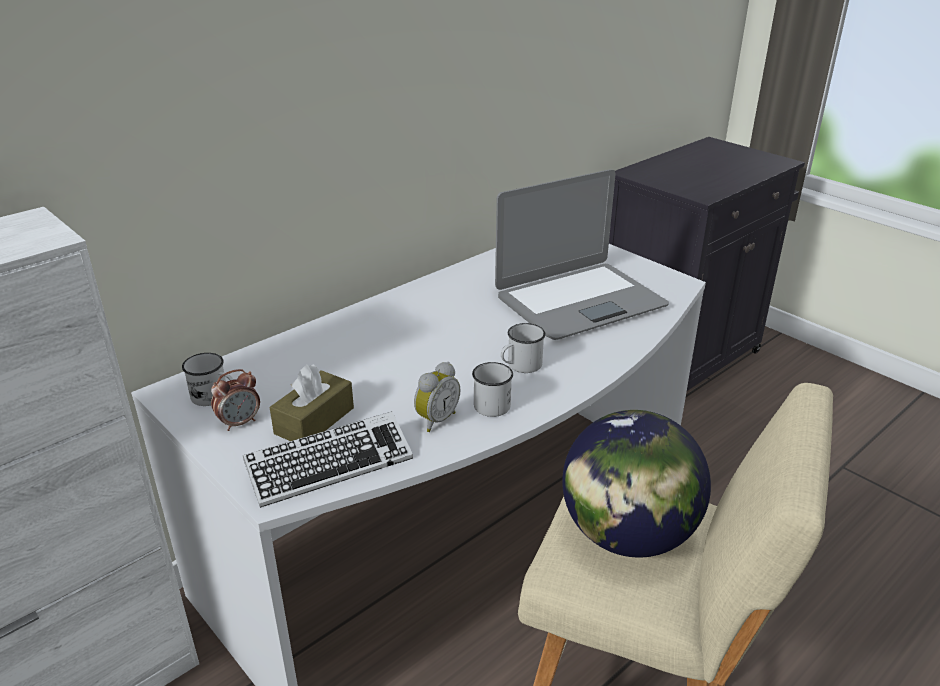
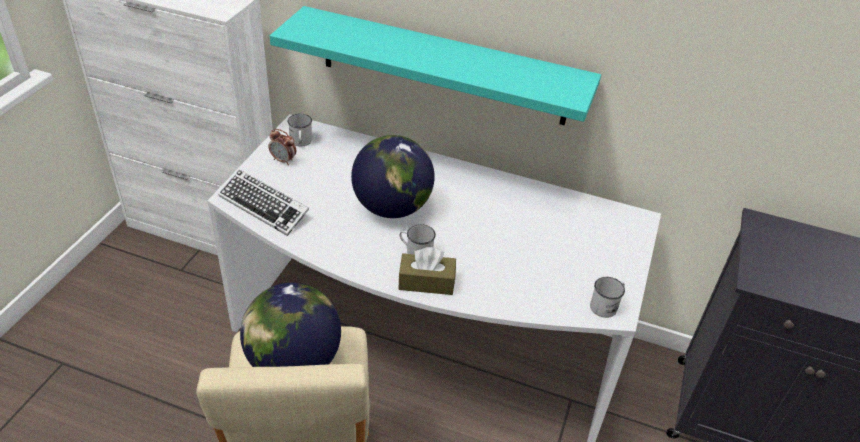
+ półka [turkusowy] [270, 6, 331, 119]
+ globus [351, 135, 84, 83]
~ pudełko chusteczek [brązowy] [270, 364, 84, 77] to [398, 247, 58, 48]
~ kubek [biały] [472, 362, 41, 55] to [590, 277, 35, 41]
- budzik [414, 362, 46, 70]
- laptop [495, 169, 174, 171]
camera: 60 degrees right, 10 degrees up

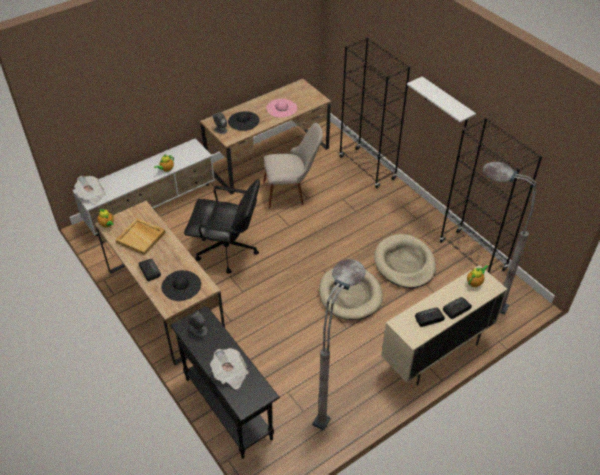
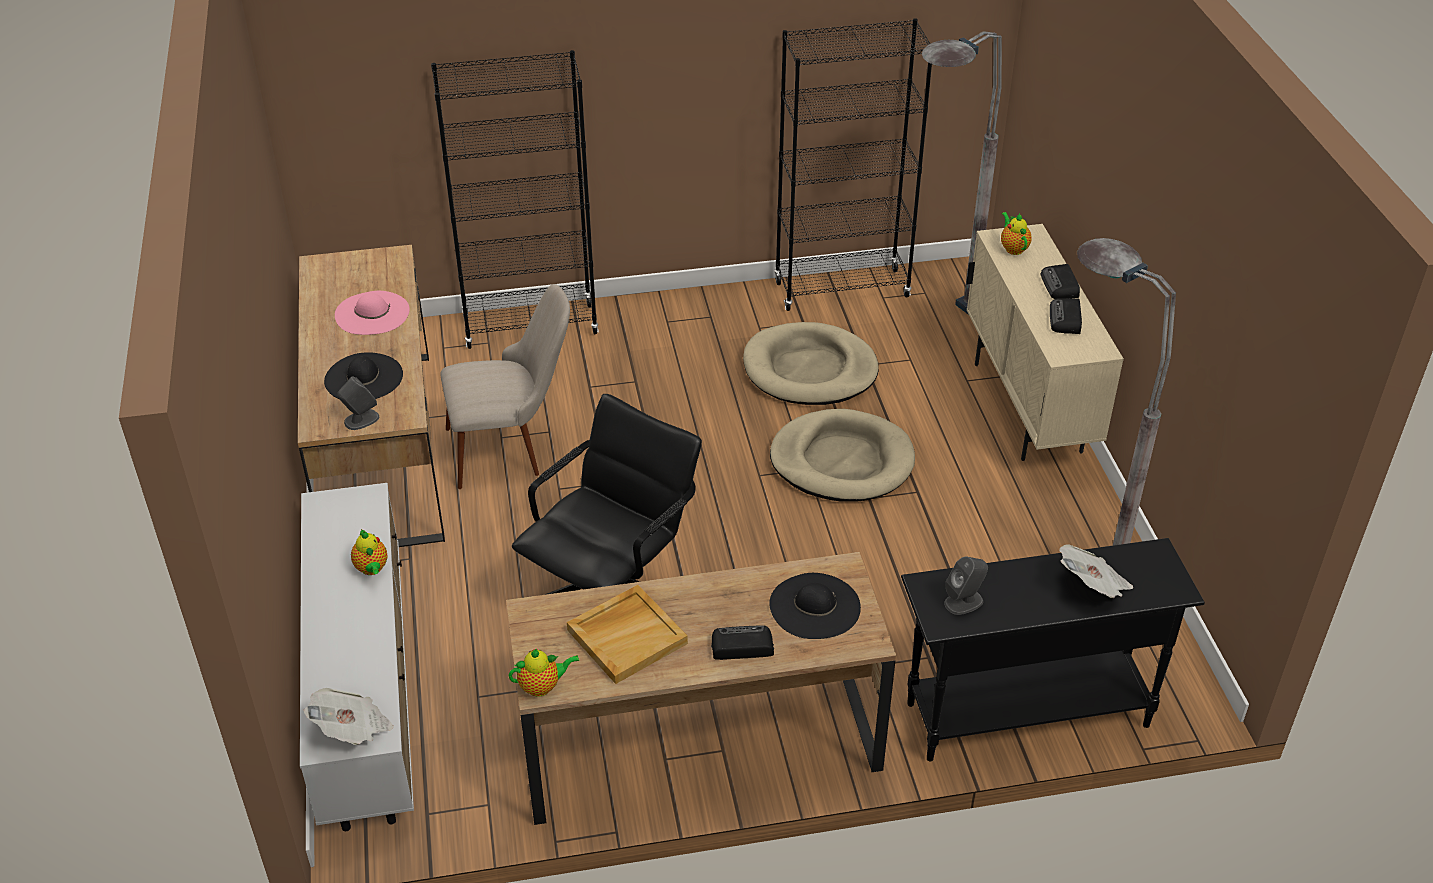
~ krzesło [beżowy] [263, 123, 60, 86] = [441, 284, 129, 205] 60 degrees clockwise
- półka [biały] [407, 76, 69, 52]
camera: 65 degrees left, 5 degrees down

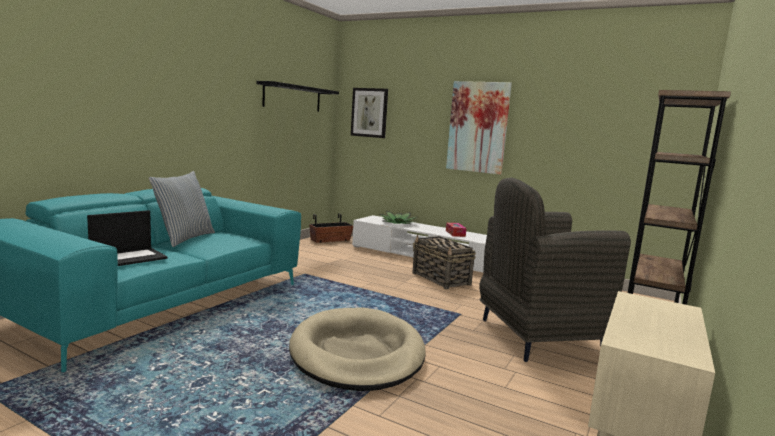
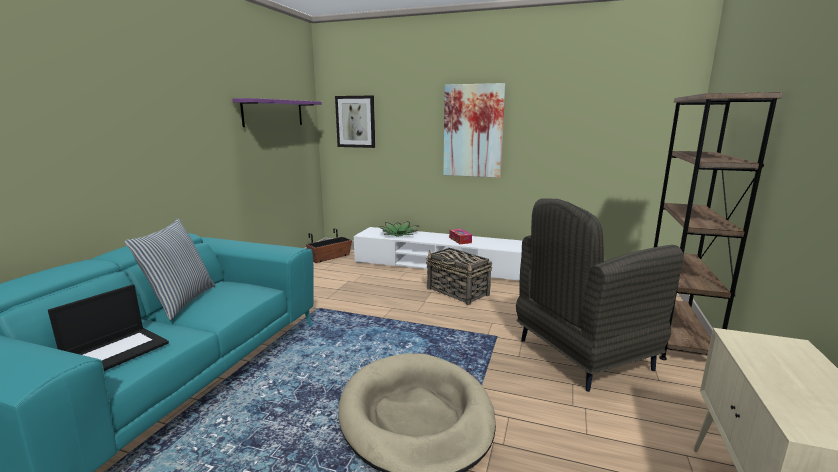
~ półka [czarny] [256, 81, 83, 31] to półka [fioletowy] [232, 98, 90, 29]
camera: 10 degrees left, 5 degrees up

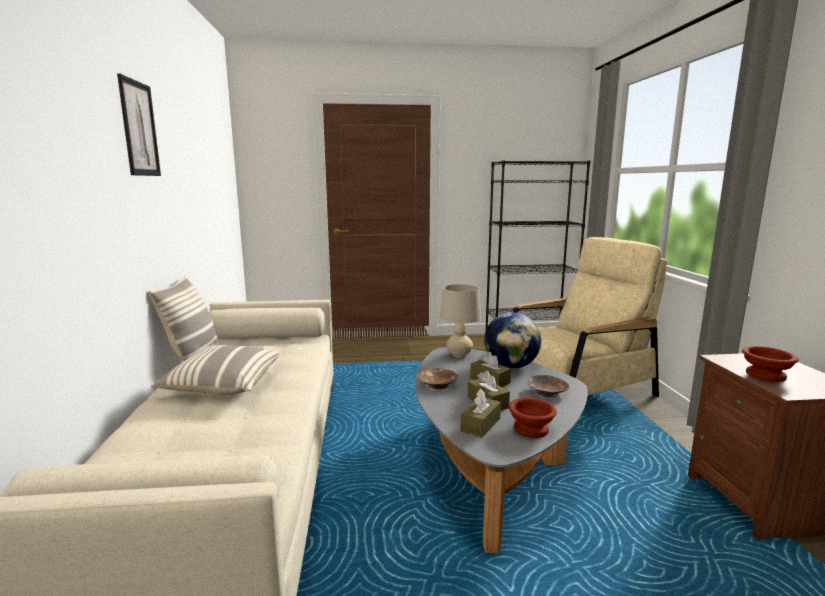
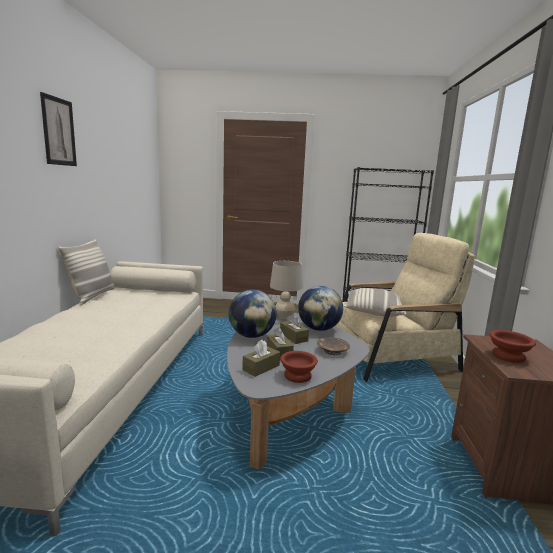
~ miska [brązowy] [419, 368, 39, 21] to globus [228, 290, 49, 48]
~ poduszka [150, 345, 130, 50] to [344, 288, 62, 29]
camera: 10 degrees right, 0 degrees up

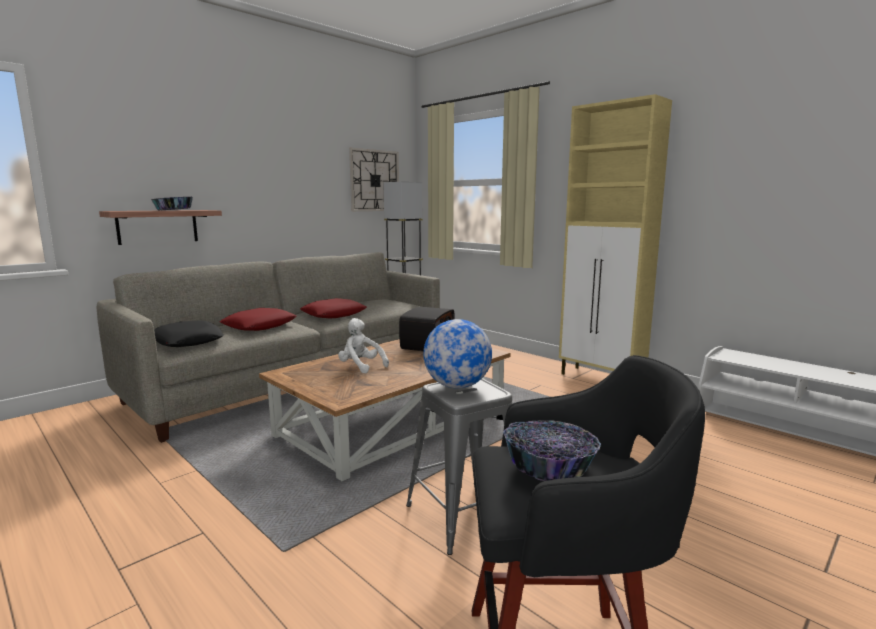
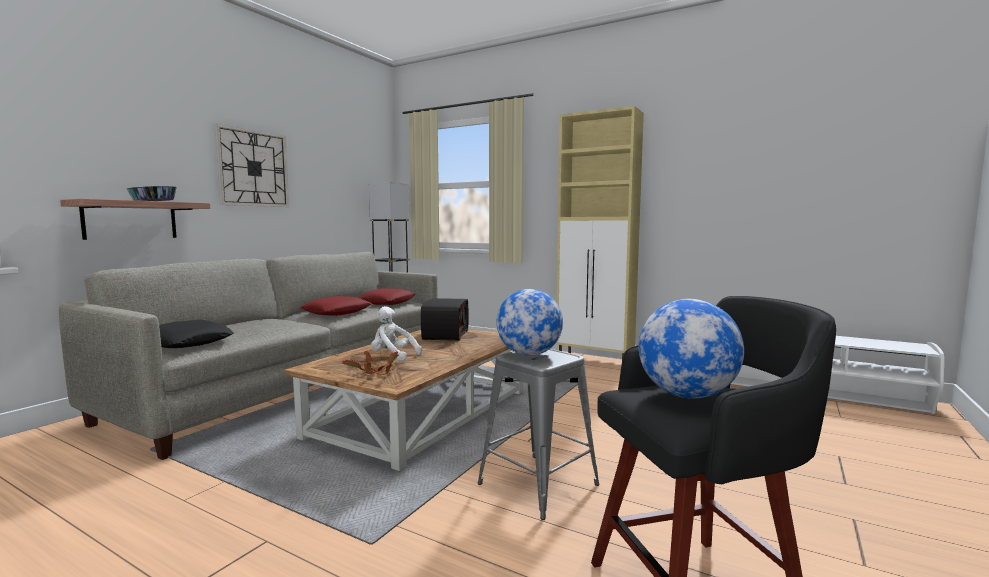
~ zegar ścienny [349, 148, 50, 63] to [215, 124, 74, 83]
+ roślina doniczkowa [342, 351, 57, 24]
~ poduszka [czerwony] [219, 308, 78, 23] to [358, 288, 57, 17]
~ miska [503, 420, 98, 61] to globus [639, 299, 105, 100]
camera: 15 degrees left, 5 degrees down

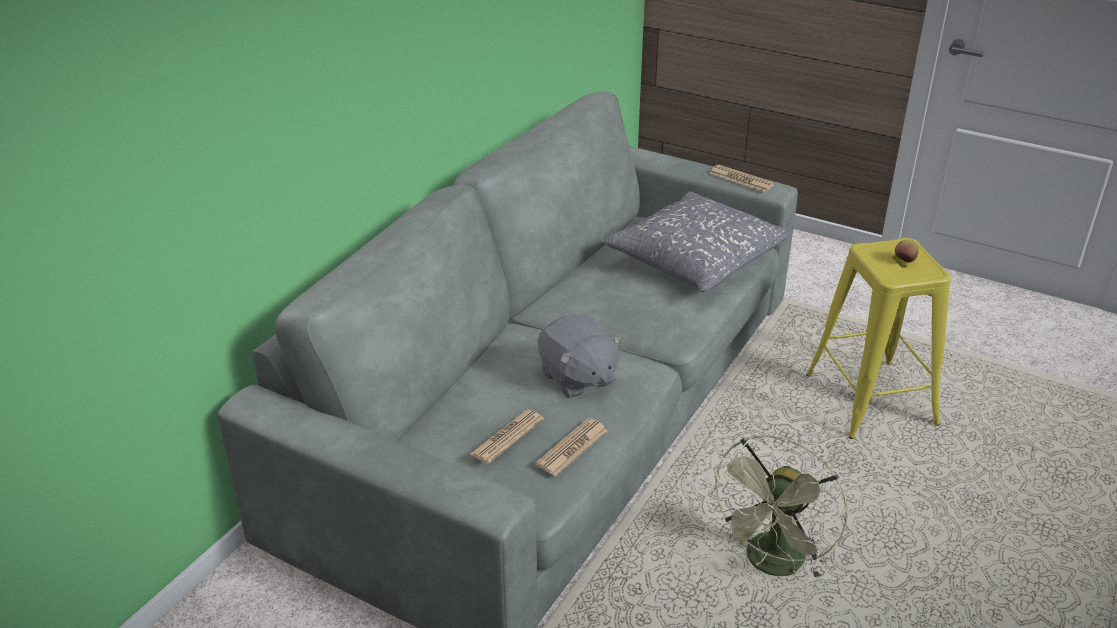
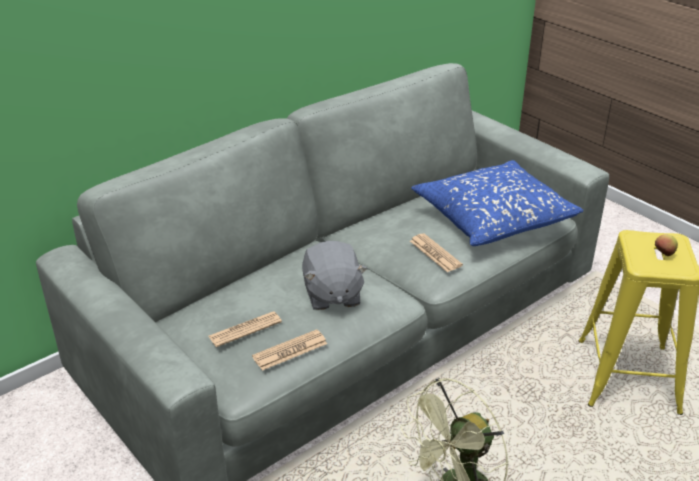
~ gazeta [710, 165, 65, 27] to [410, 233, 53, 39]
~ poduszka [szary] [601, 191, 191, 101] to poduszka [niebieski] [411, 160, 172, 86]
camera: 20 degrees right, 0 degrees up

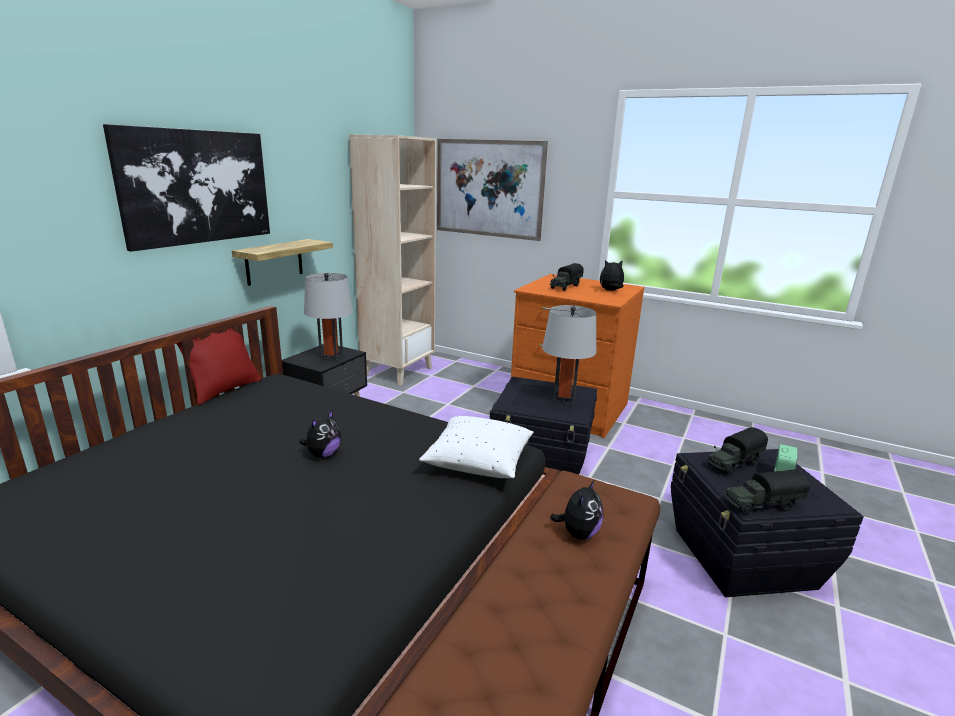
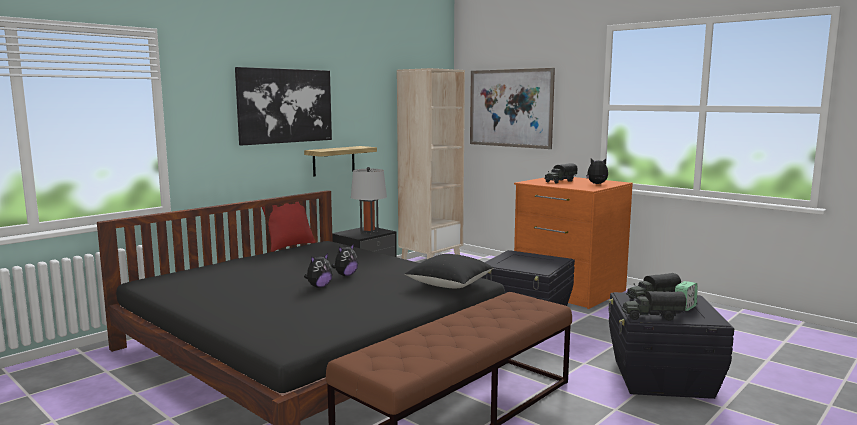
~ pluszak [550, 479, 53, 61] to [304, 253, 29, 35]
~ poduszka [biały] [419, 416, 115, 62] to poduszka [czarny] [405, 254, 89, 34]
- lampa stołowa [szary] [542, 305, 54, 99]
camera: 15 degrees right, 10 degrees down

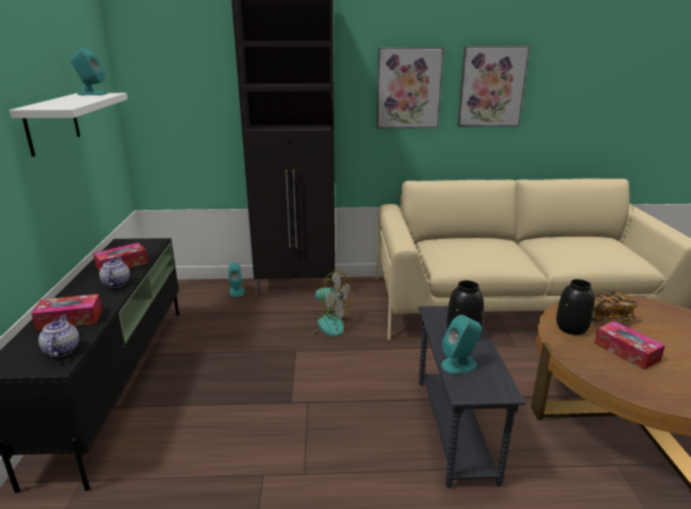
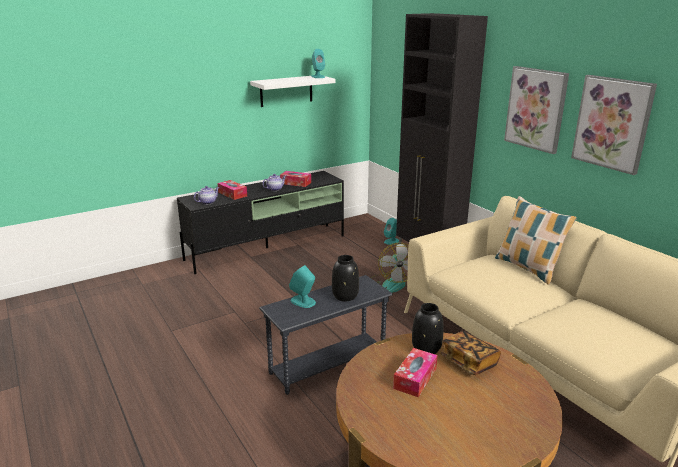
+ poduszka [495, 196, 82, 89]
camera: 60 degrees right, 0 degrees up

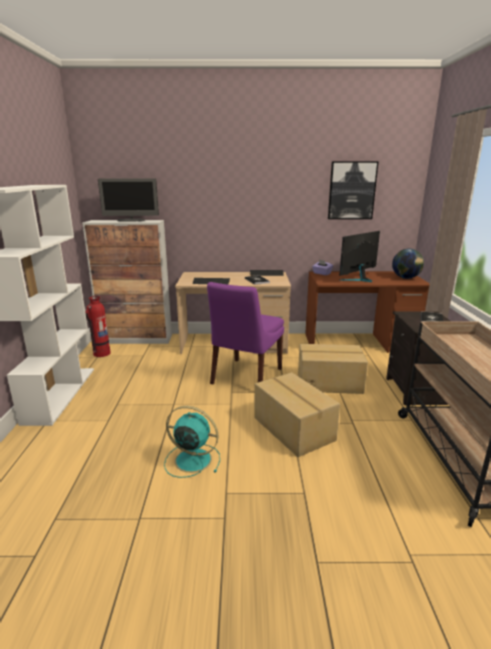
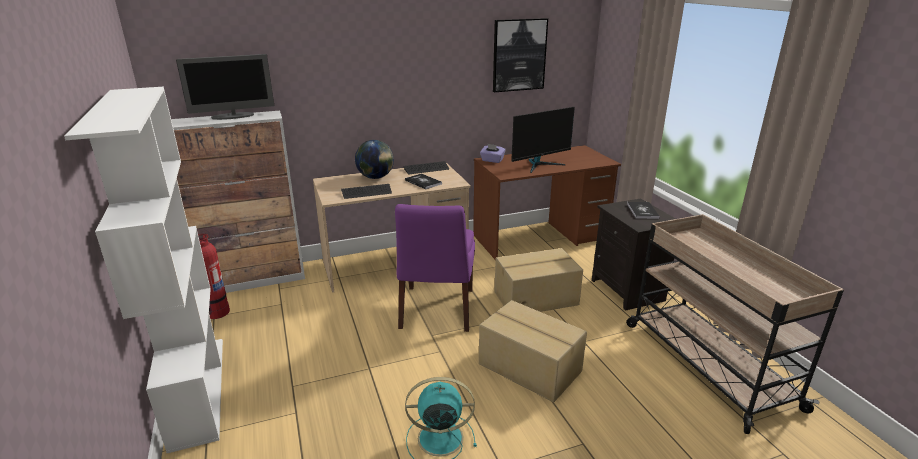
~ globus [392, 249, 32, 30] to [355, 140, 39, 39]
~ monitor [339, 231, 41, 51] = [511, 107, 64, 66] 150 degrees counterclockwise
camera: 20 degrees left, 5 degrees up

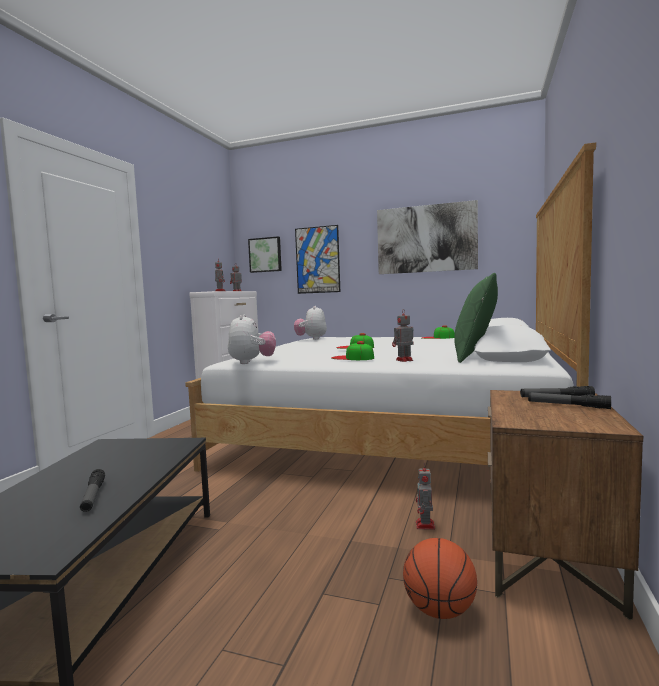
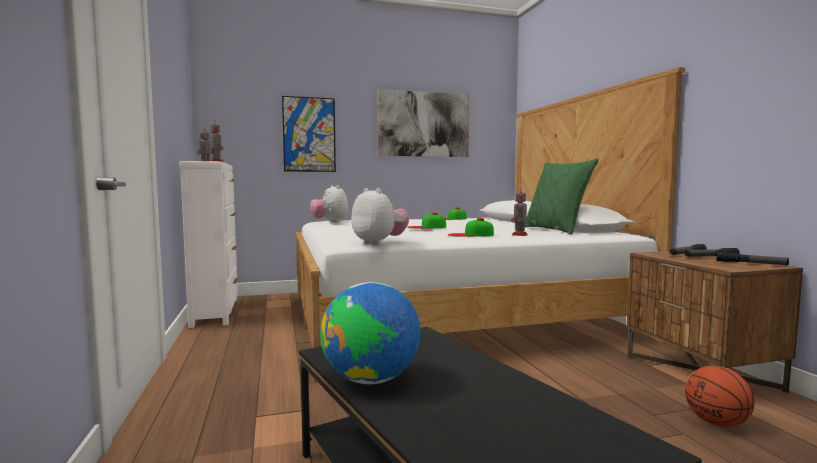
+ globus [320, 282, 100, 102]
~ latarka [80, 469, 25, 43] to [716, 251, 73, 14]
- obraz [248, 236, 34, 37]
- robot zabawkowy [416, 463, 19, 67]
camera: 35 degrees left, 0 degrees up

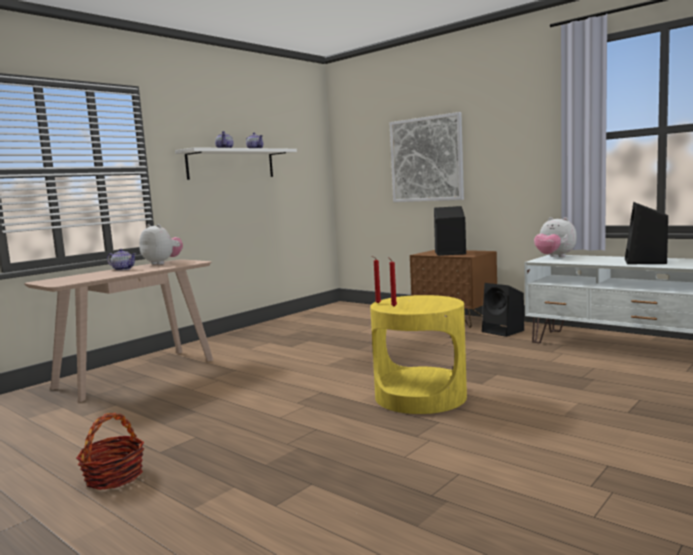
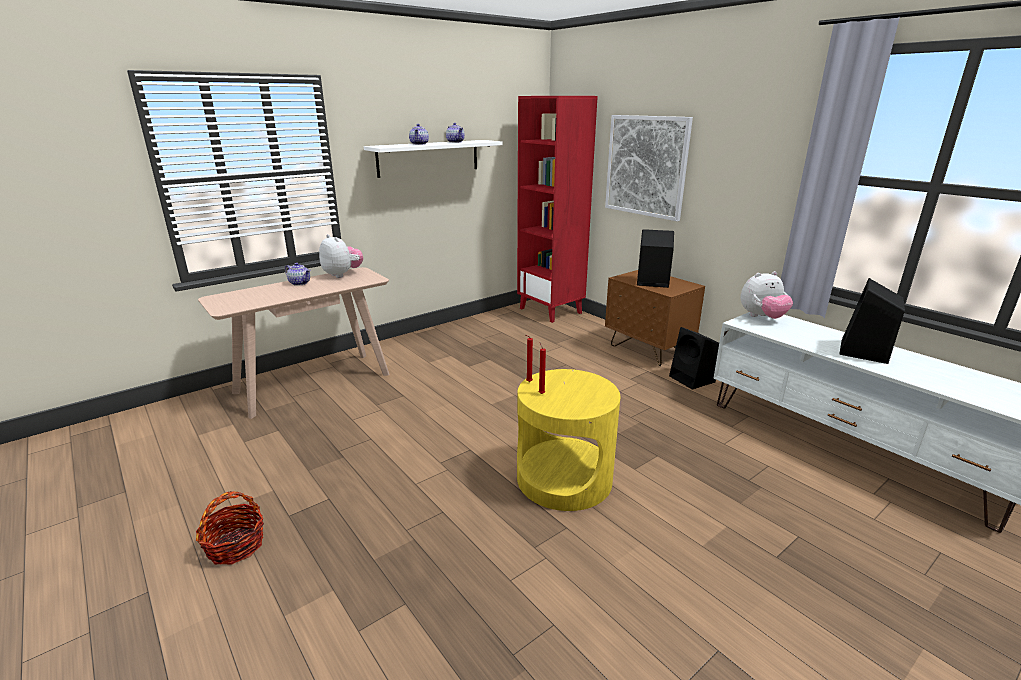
+ regał [czerwony] [517, 96, 81, 227]
~ pluszak [534, 217, 43, 40] = [741, 271, 52, 48] 75 degrees counterclockwise
camera: 10 degrees right, 15 degrees up

